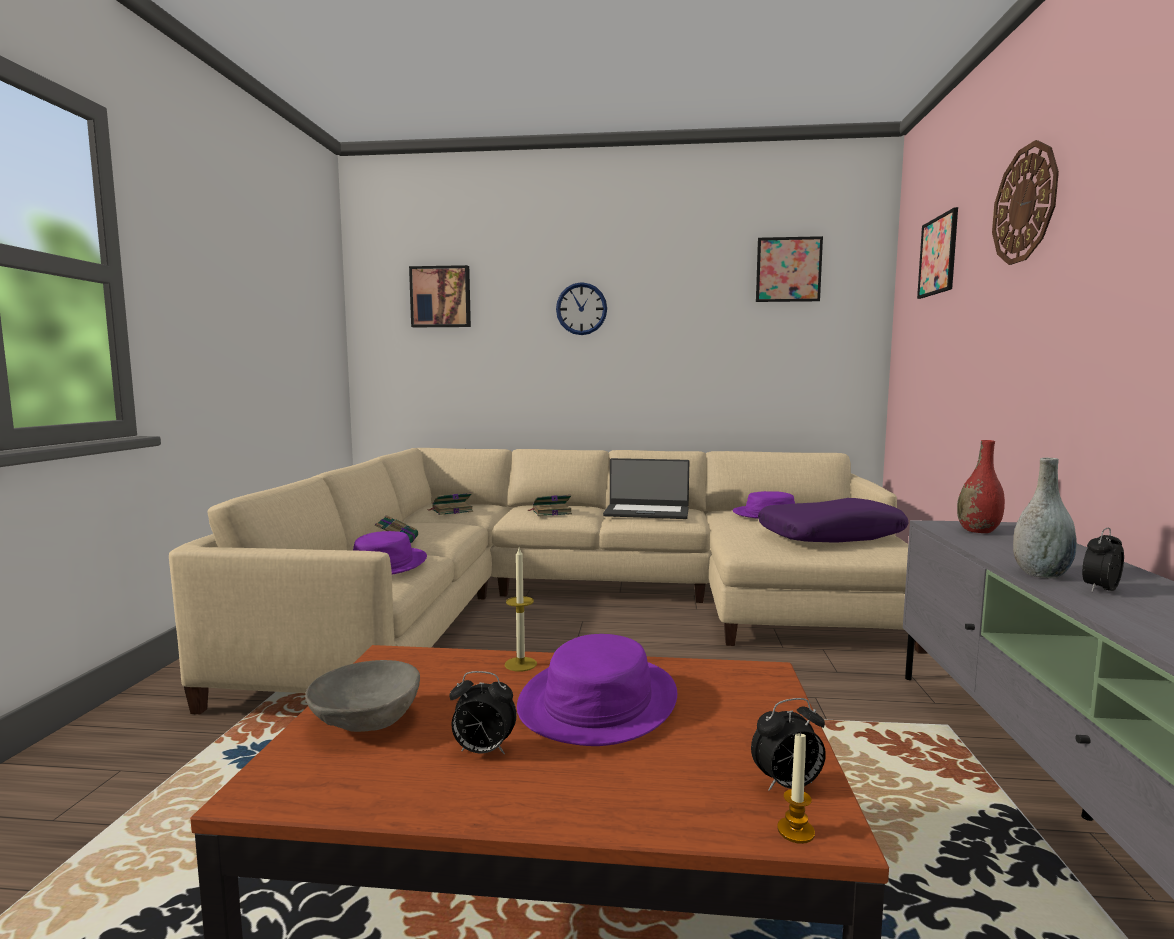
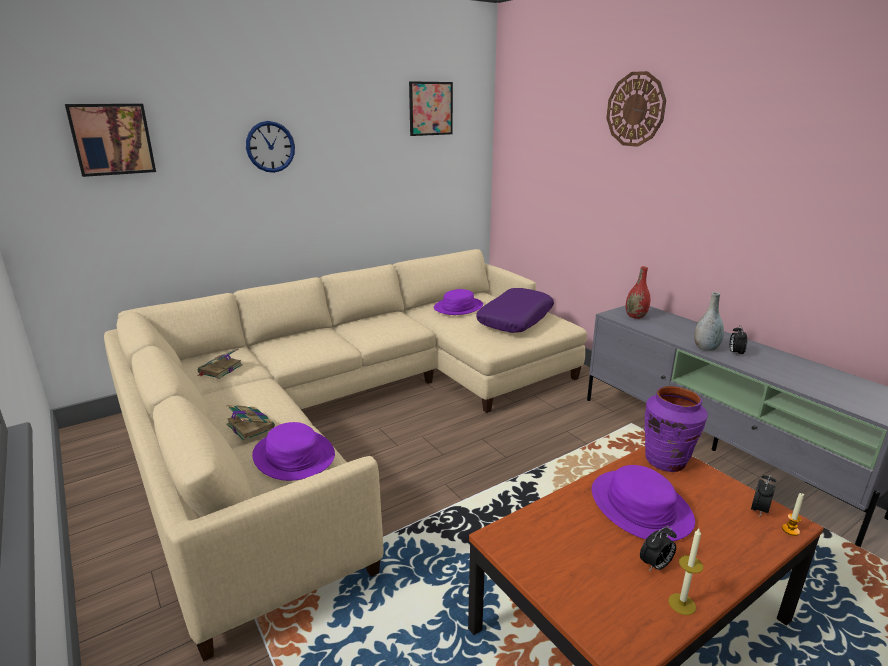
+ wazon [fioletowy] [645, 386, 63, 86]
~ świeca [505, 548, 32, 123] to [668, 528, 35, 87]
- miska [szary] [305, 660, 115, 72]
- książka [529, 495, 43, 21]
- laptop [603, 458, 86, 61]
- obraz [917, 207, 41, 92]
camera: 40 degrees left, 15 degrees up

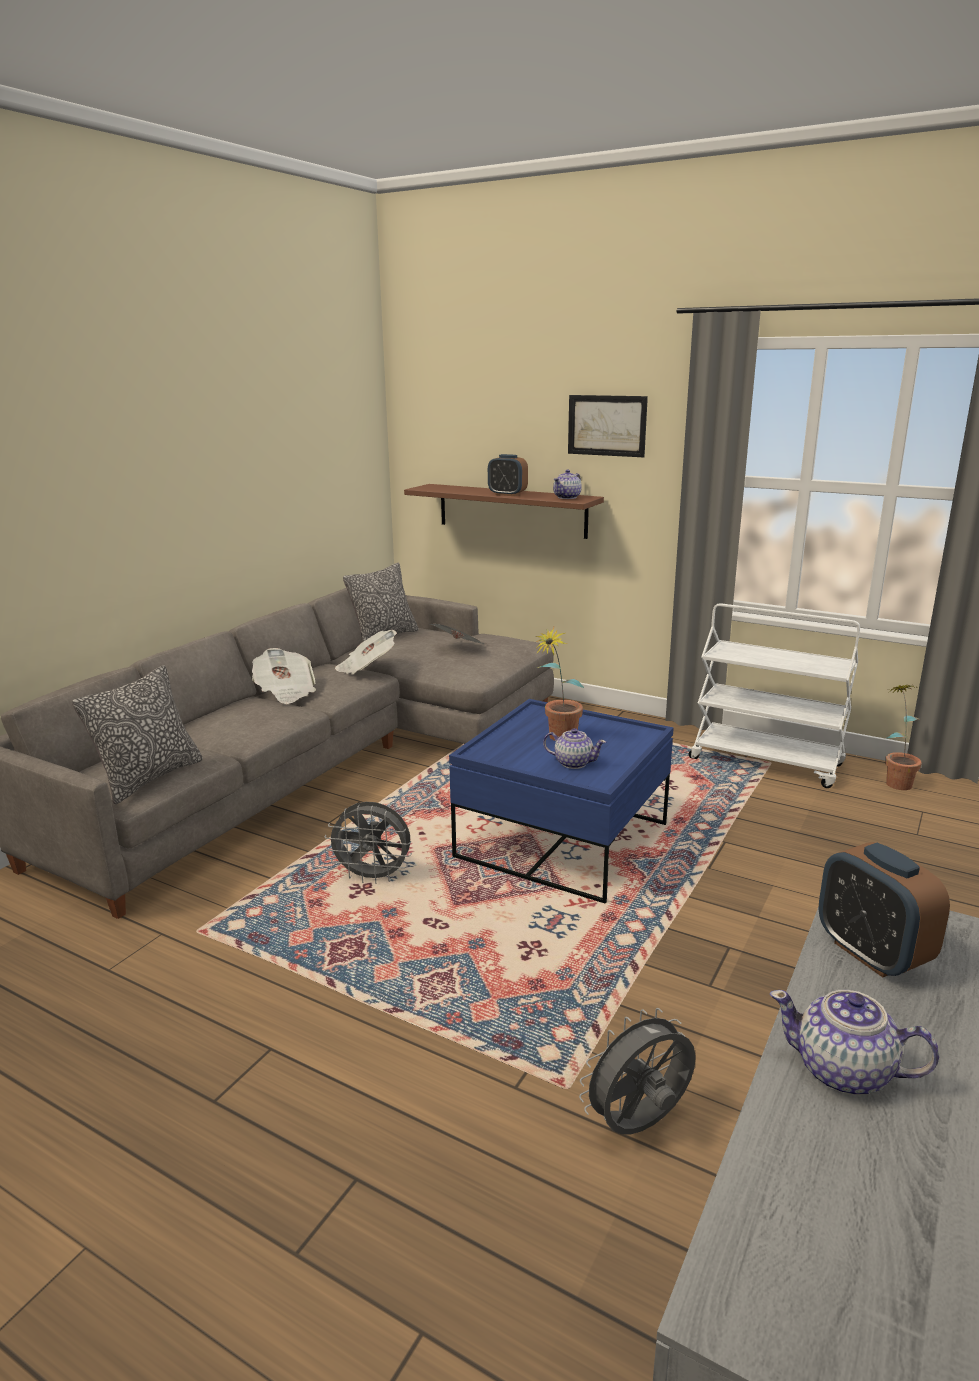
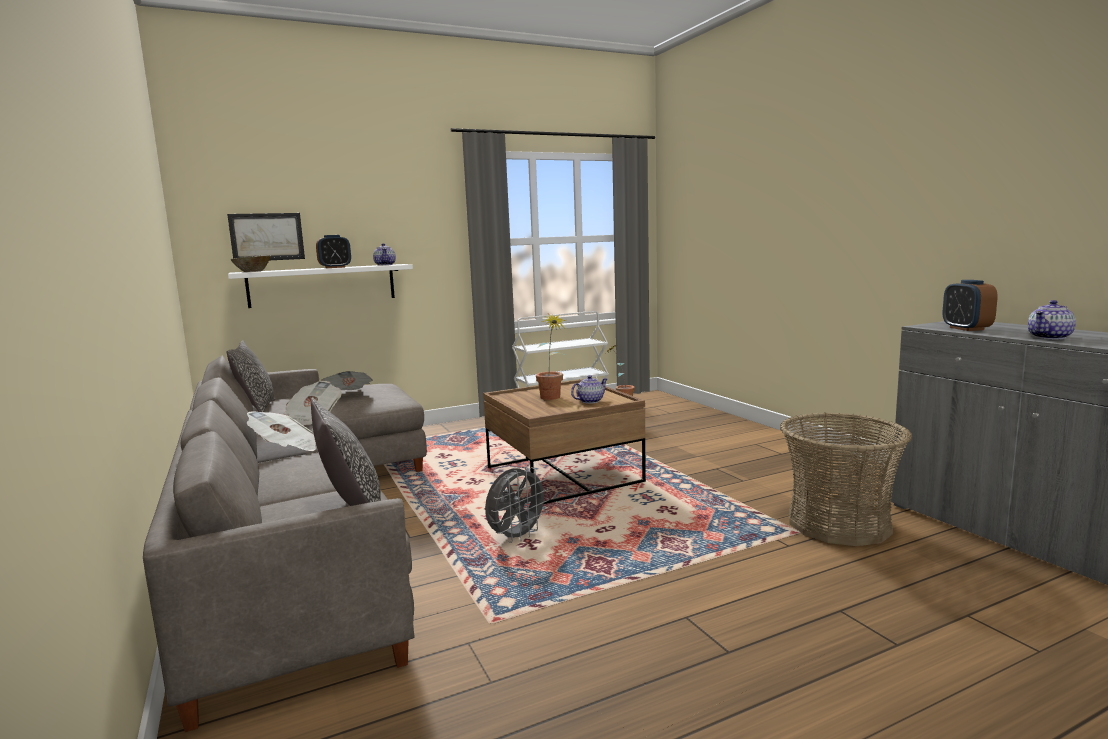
~ obraz [568, 395, 80, 62] to [227, 213, 78, 47]
~ półka [brązowy] [404, 484, 200, 55] to półka [biały] [228, 264, 185, 44]
+ miska [beżowy] [231, 256, 40, 16]
~ ława [niebieski] [449, 699, 225, 205] to ława [brązowy] [483, 379, 163, 125]
~ wentylator [szary] [579, 1008, 117, 126] to koszyk [780, 413, 132, 133]
~ budzik [819, 842, 131, 135] = [942, 280, 56, 51] 75 degrees clockwise
camera: 55 degrees left, 10 degrees down

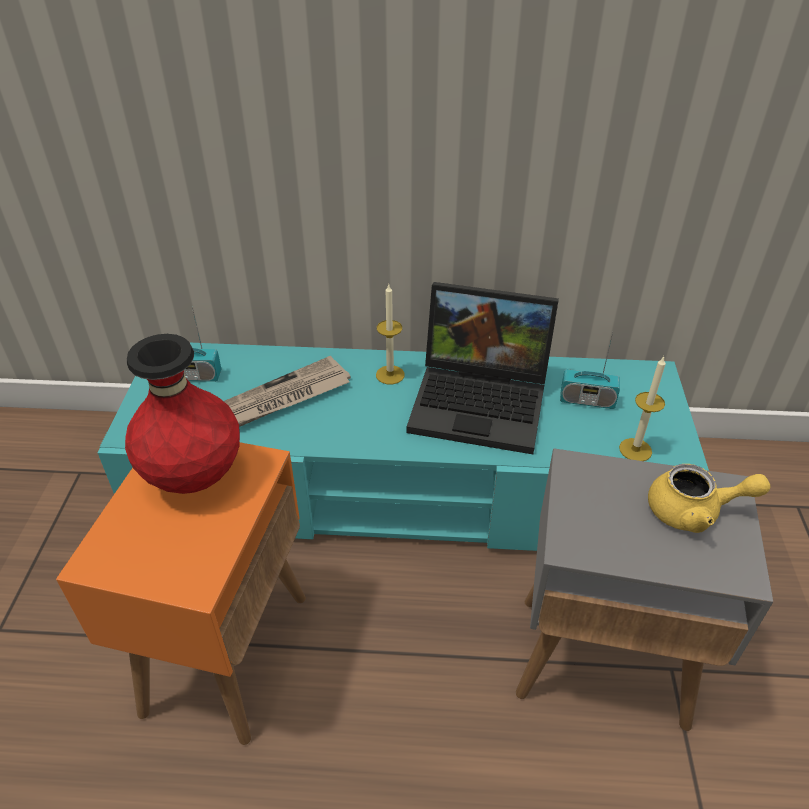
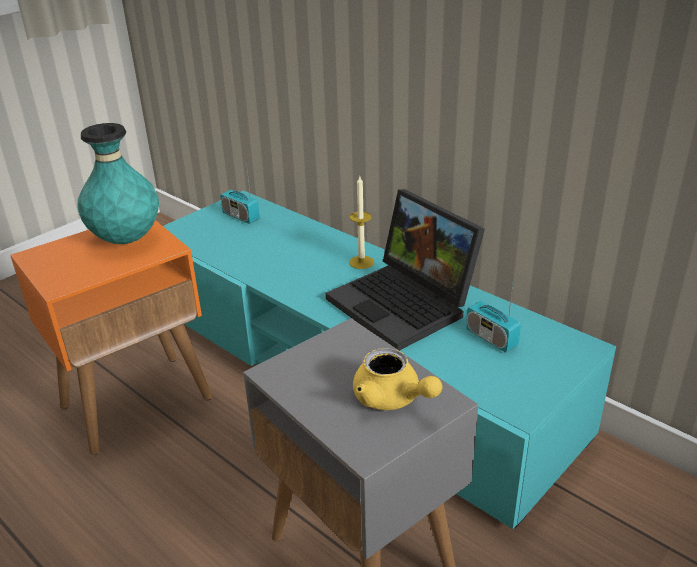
~ wazon [czerwony] [125, 334, 115, 160] to wazon [turkusowy] [77, 123, 82, 121]
- gazeta [224, 356, 127, 71]
- świeca [619, 357, 47, 104]
camera: 40 degrees right, 10 degrees down

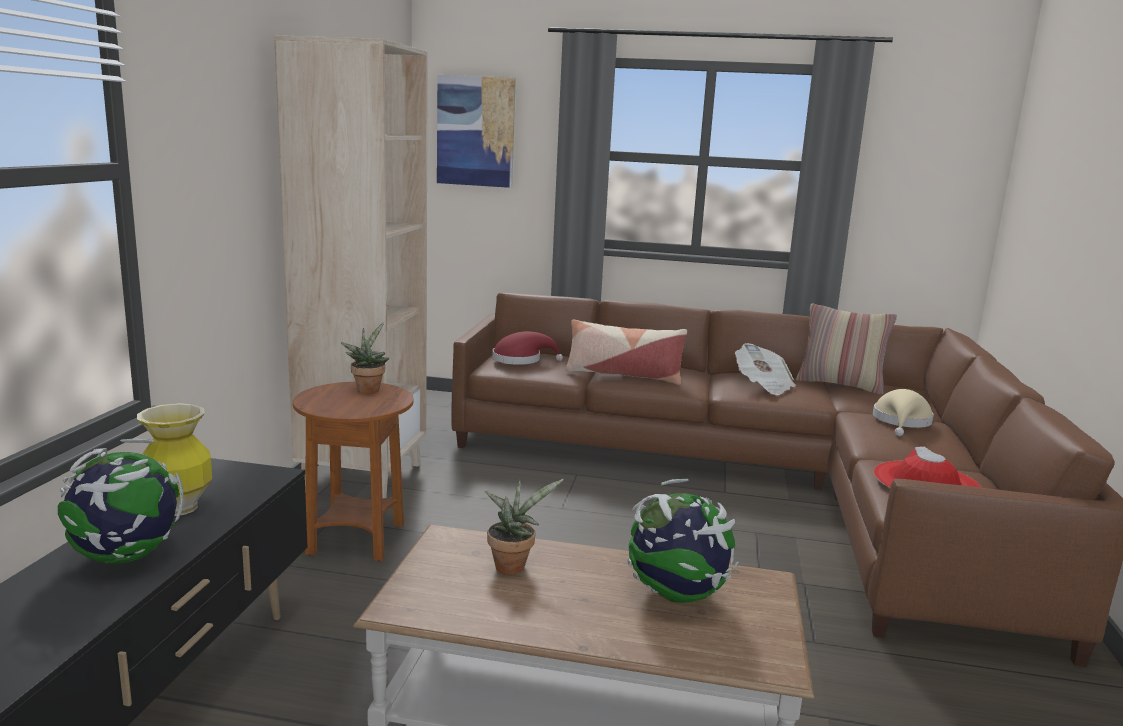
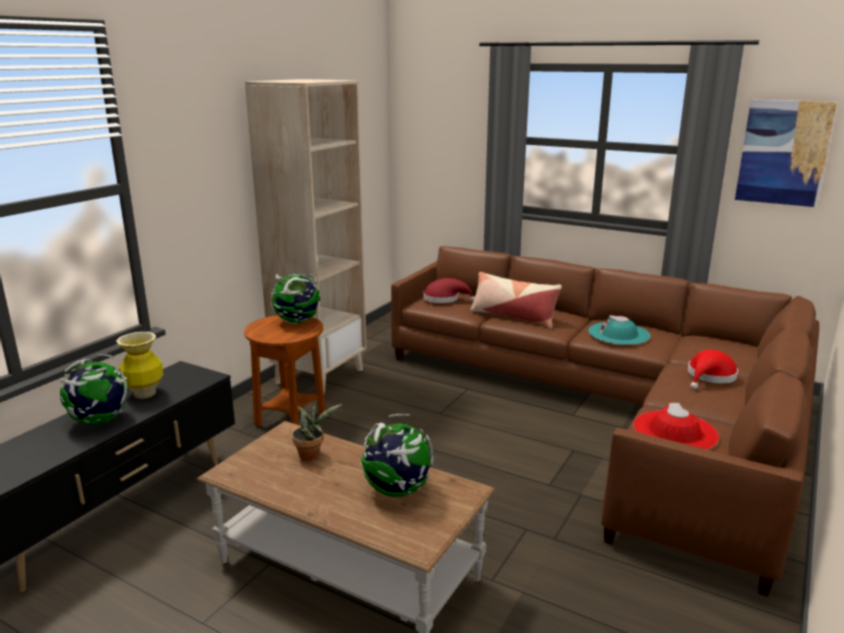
~ roślina doniczkowa [341, 323, 48, 71] to globus [271, 274, 50, 50]
~ gazeta [735, 343, 61, 52] to kapelusz [turkusowy] [588, 315, 62, 30]
~ kapelusz [beżowy] [873, 389, 61, 47] to kapelusz [czerwony] [688, 350, 50, 39]
~ obraz [437, 75, 79, 113] to [735, 99, 102, 108]
- poduszka [796, 304, 101, 91]
camera: 20 degrees right, 5 degrees up

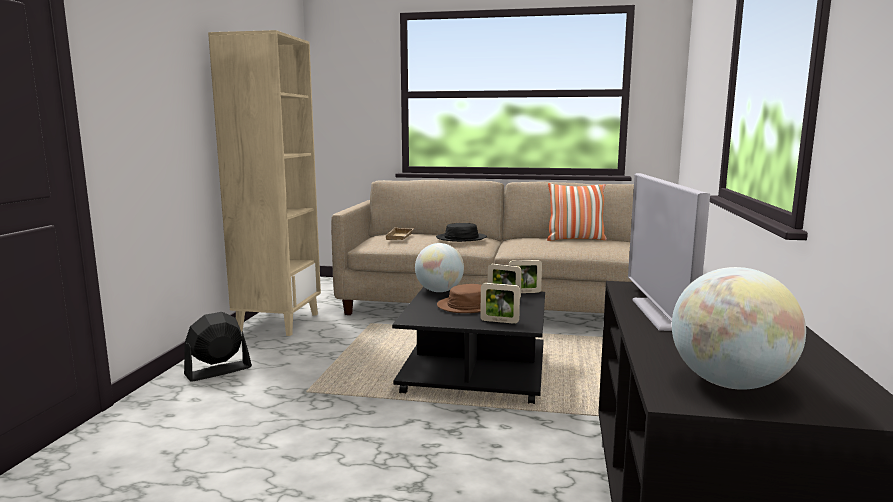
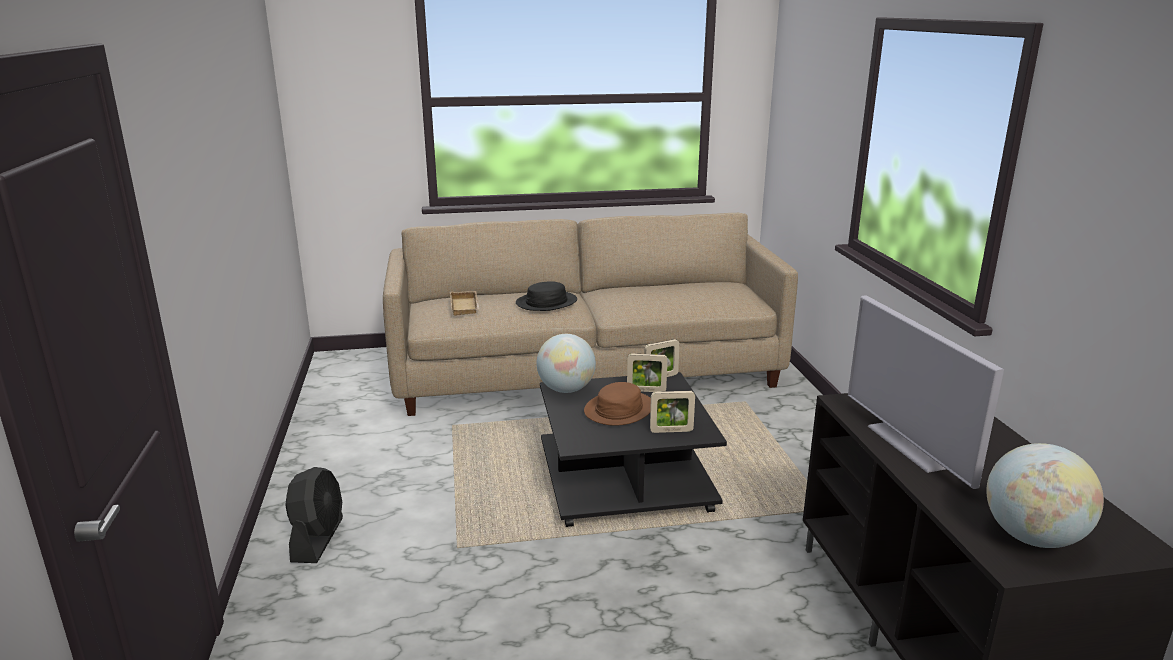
~ wentylator [czarny] [184, 312, 68, 70] = [285, 467, 58, 96] 150 degrees clockwise
- regał [beżowy] [208, 30, 113, 306]
- poduszka [547, 183, 60, 58]
camera: 20 degrees left, 10 degrees up

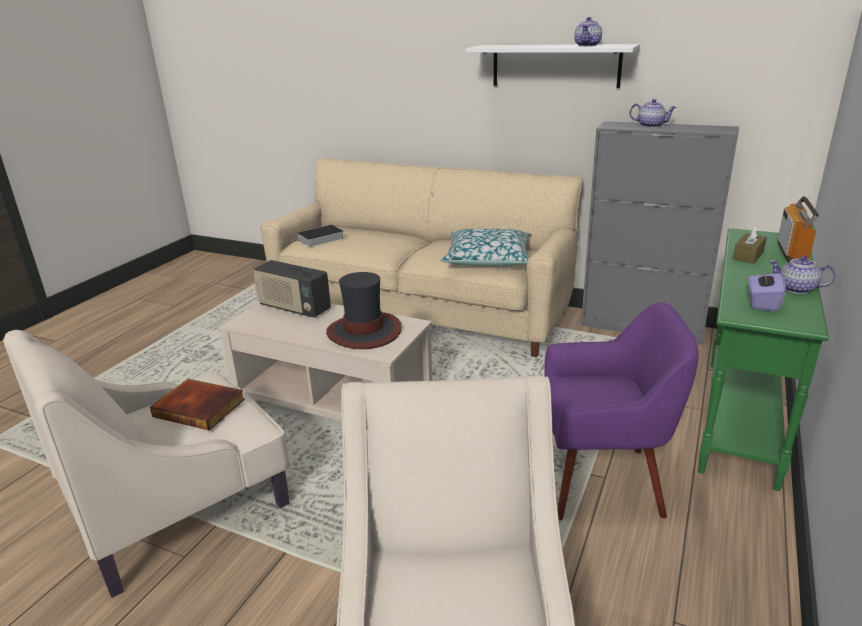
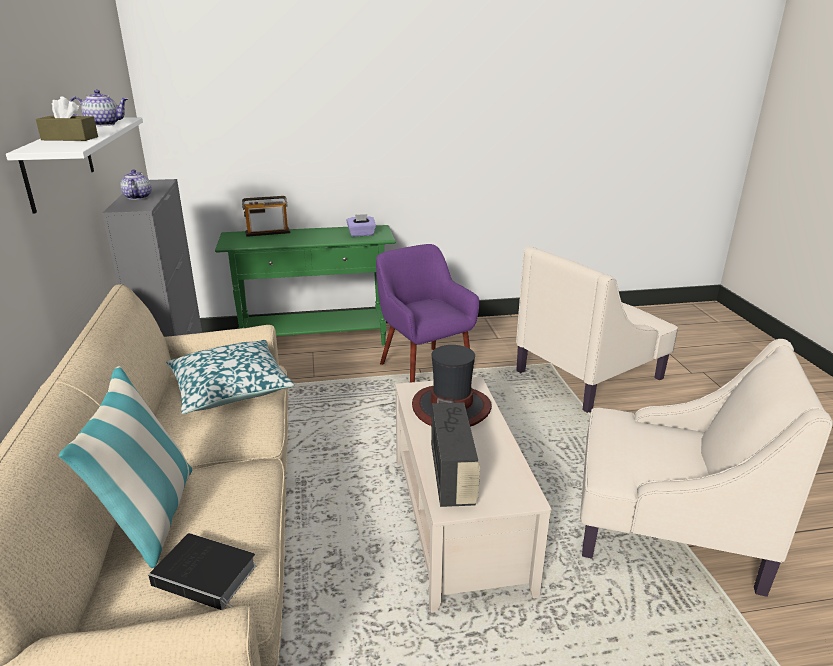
~ pudełko chusteczek [brązowy] [733, 225, 34, 39] to [36, 96, 62, 45]
+ poduszka [59, 366, 133, 202]
- książka [150, 379, 95, 52]
- imbryk [769, 256, 67, 38]
camera: 125 degrees left, 0 degrees up

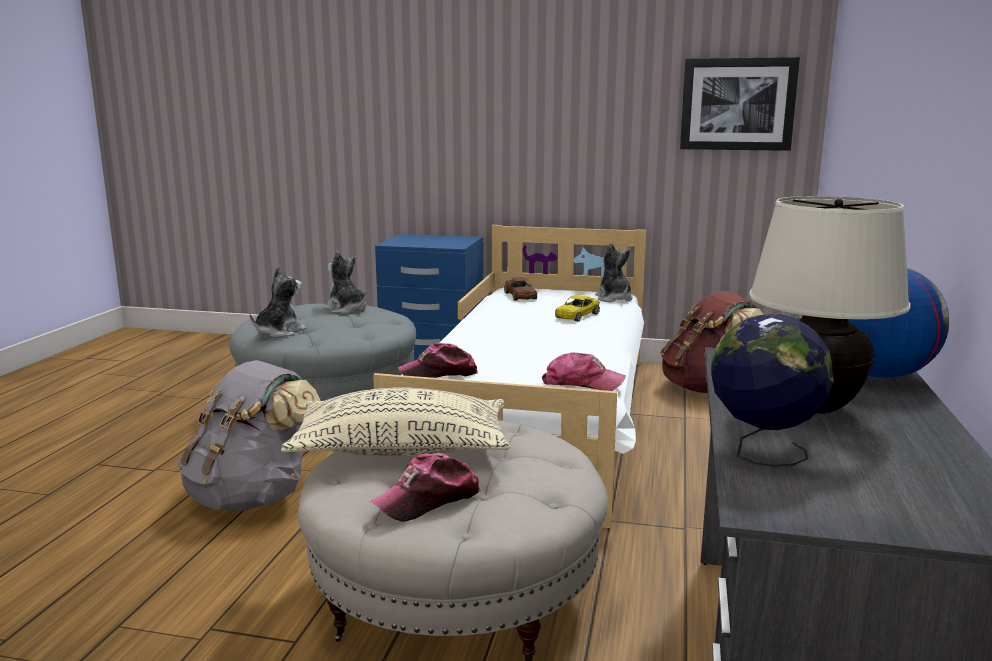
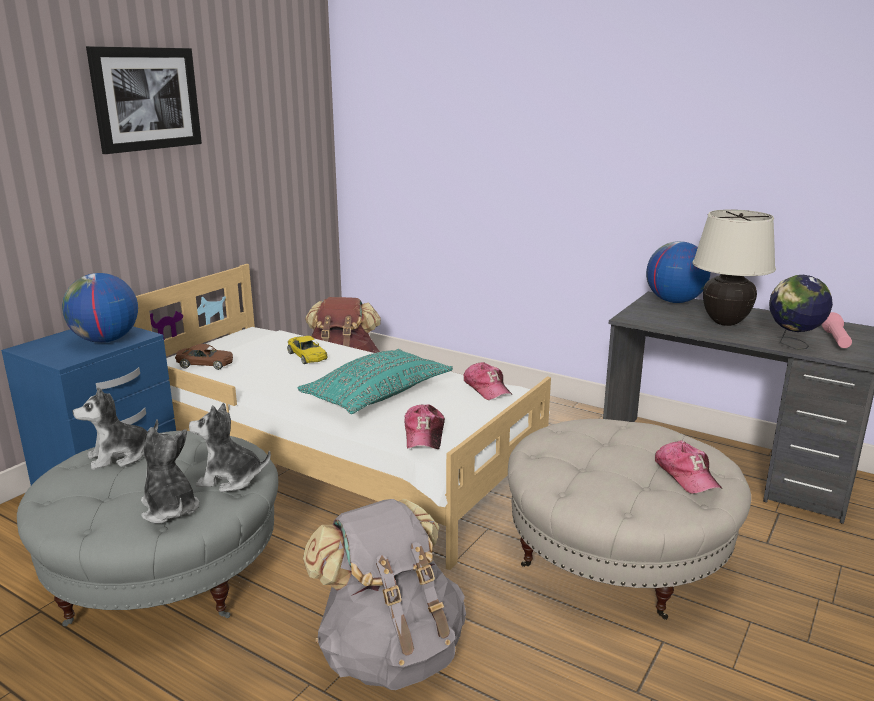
+ globus [62, 273, 76, 70]
~ obraz [680, 57, 120, 94] to [86, 46, 116, 108]
~ pluszak [595, 243, 38, 59] to [189, 403, 82, 89]
+ poduszka [turkusowy] [298, 349, 155, 65]
~ czapka z daszkiem [542, 352, 84, 39] = [463, 362, 49, 38] 120 degrees clockwise
+ latarka [różowy] [821, 312, 31, 36]
- poduszka [beżowy] [281, 387, 229, 69]
camera: 70 degrees left, 5 degrees up

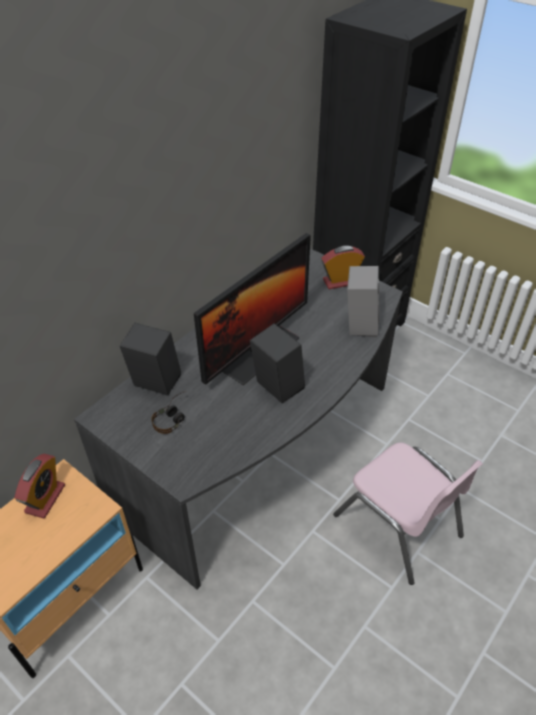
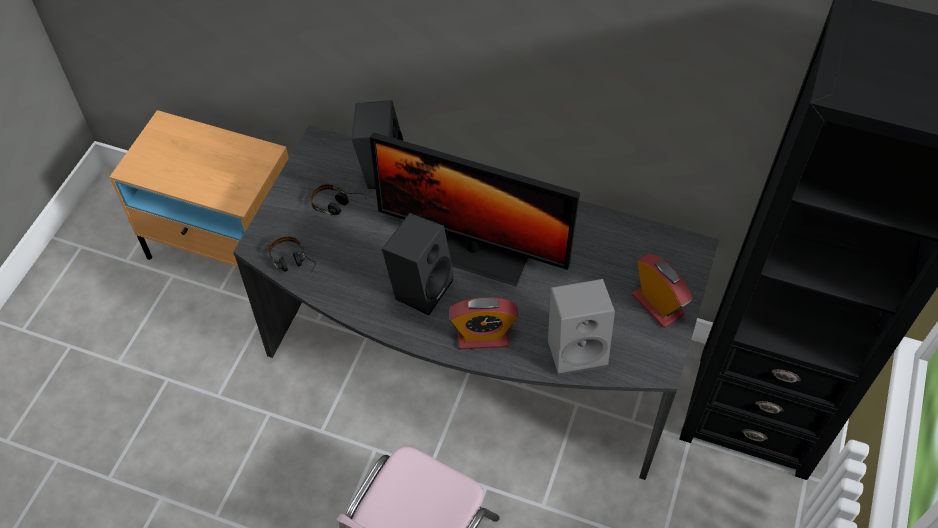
+ słuchawki [269, 236, 47, 36]
~ budzik [14, 454, 51, 64] to [449, 297, 69, 52]
camera: 70 degrees right, 10 degrees up

